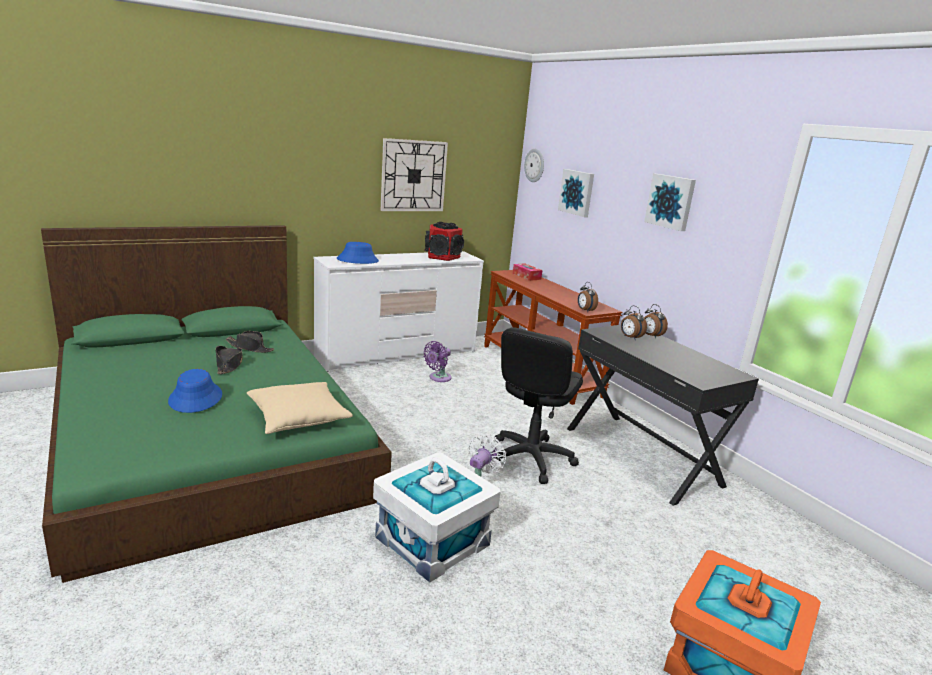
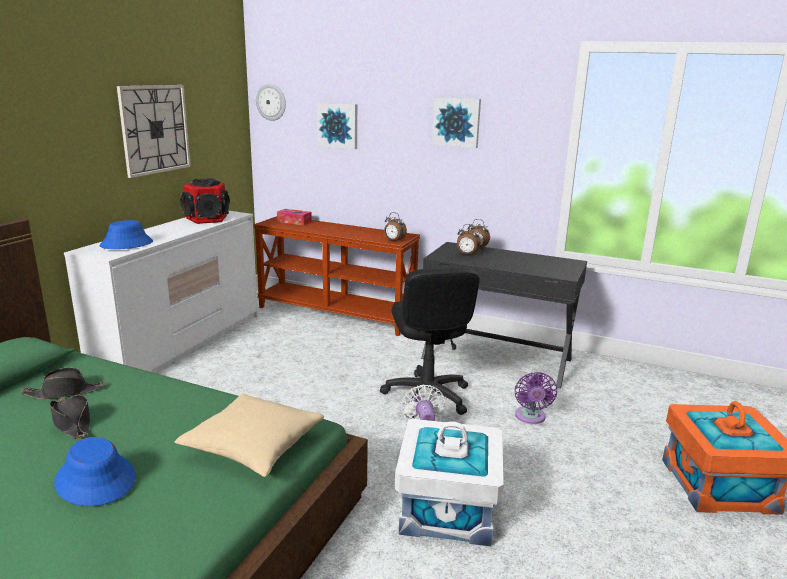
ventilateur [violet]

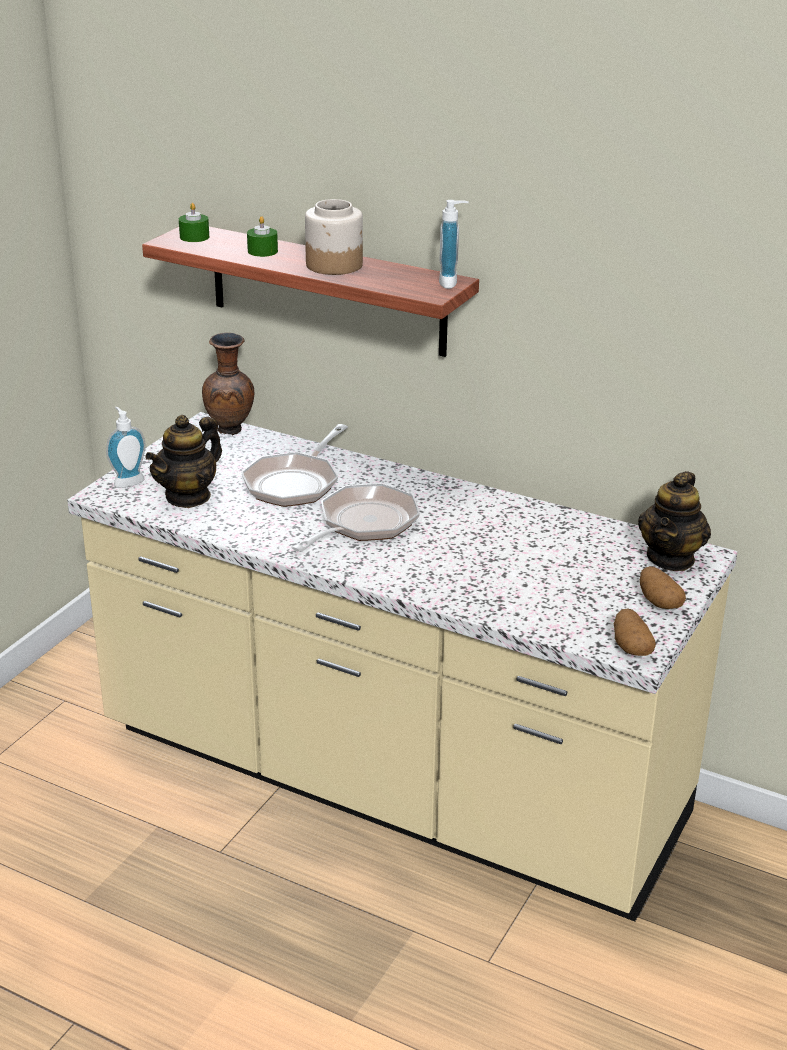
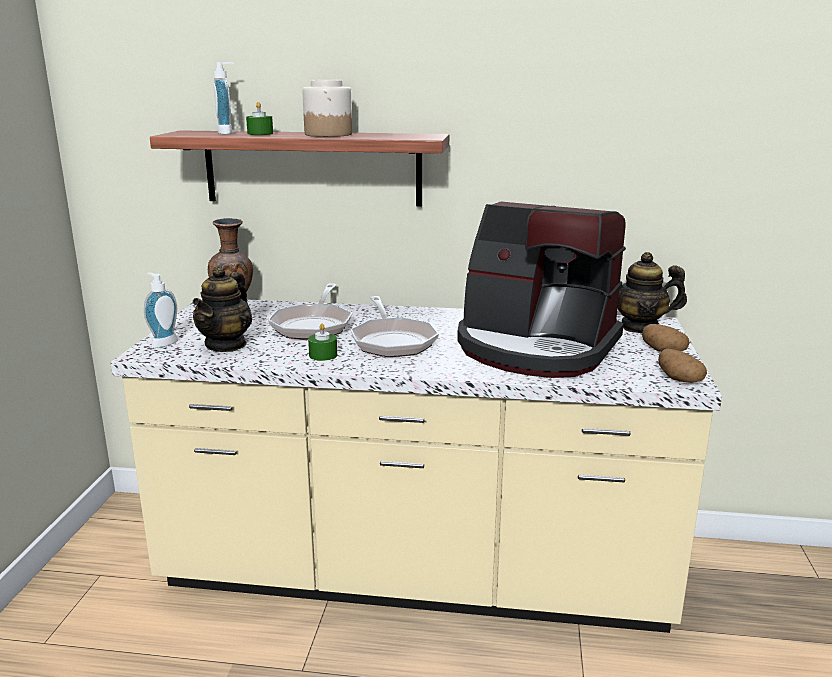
distributeur de savon (no. 2 from left); bougie [vert] (no. 2 from left); théière (no. 2 from left); poêle (no. 2 from left); machine à café

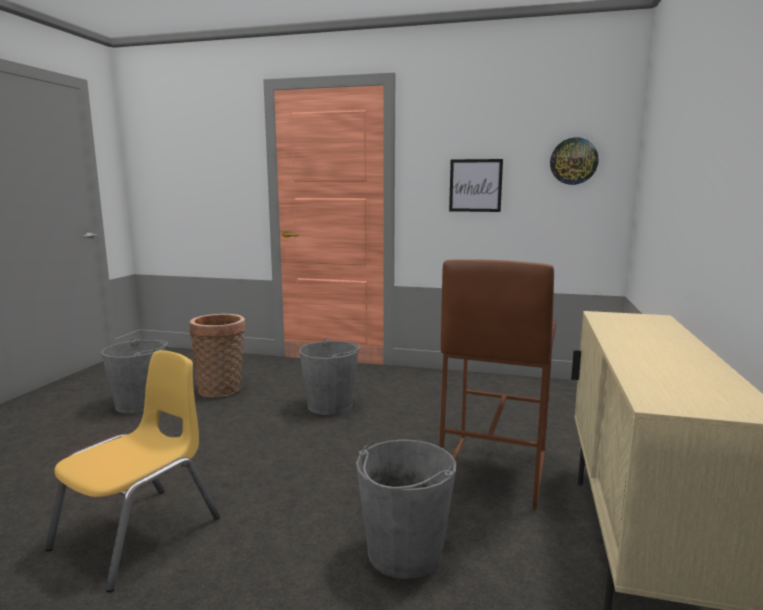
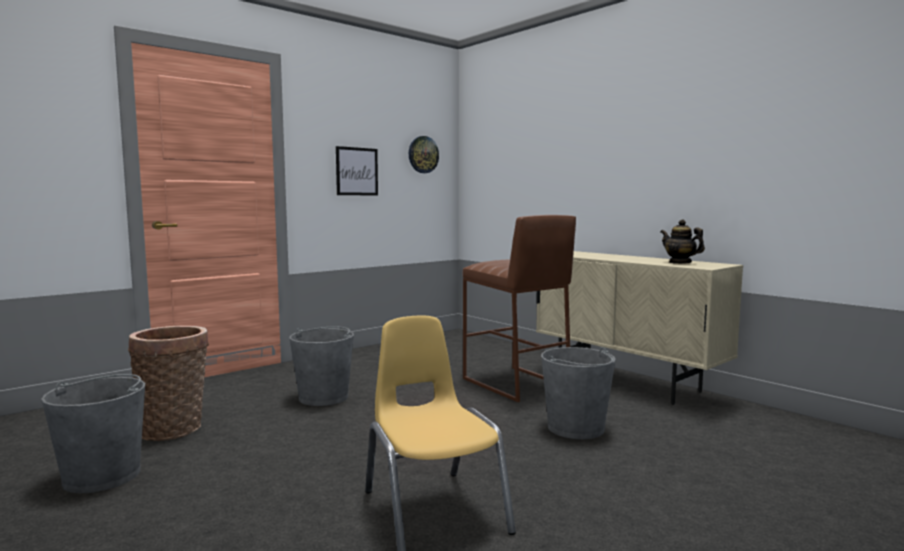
théière

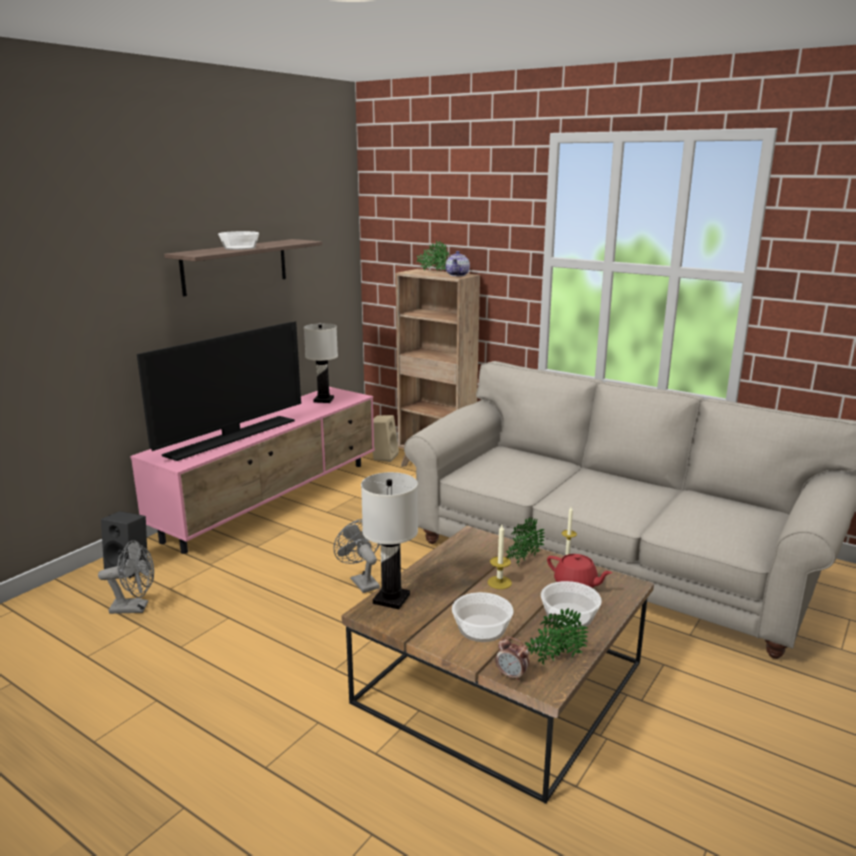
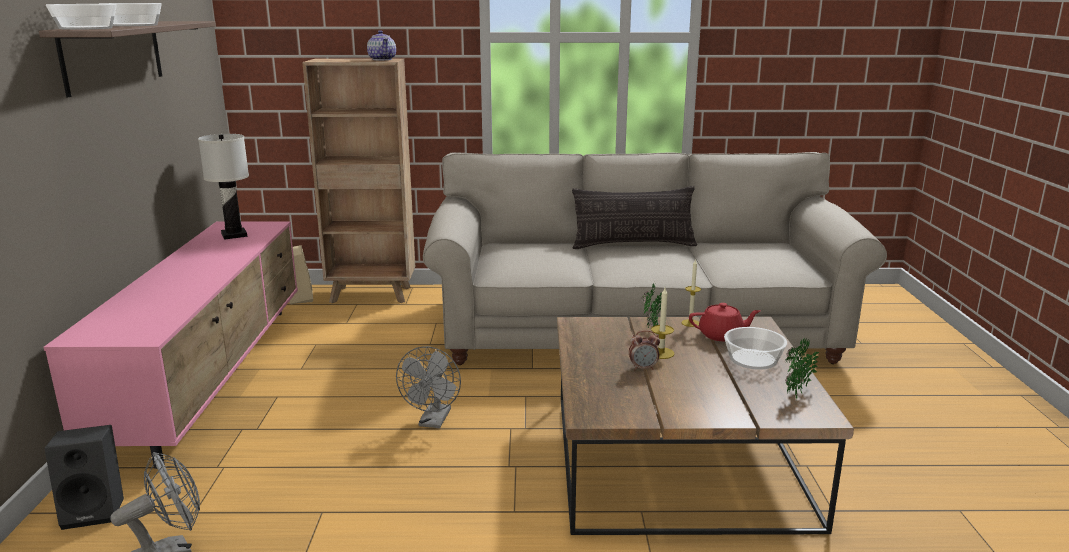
plante en pot (no. 1 from left in the first image); téléviseur; lampe de table [blanc] (no. 2 from left in the first image); ventilateur [gris] (no. 2 from left); bol (no. 1 from left); réveil; coussin

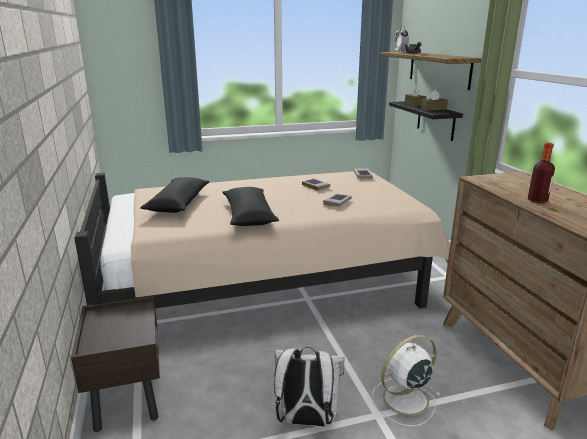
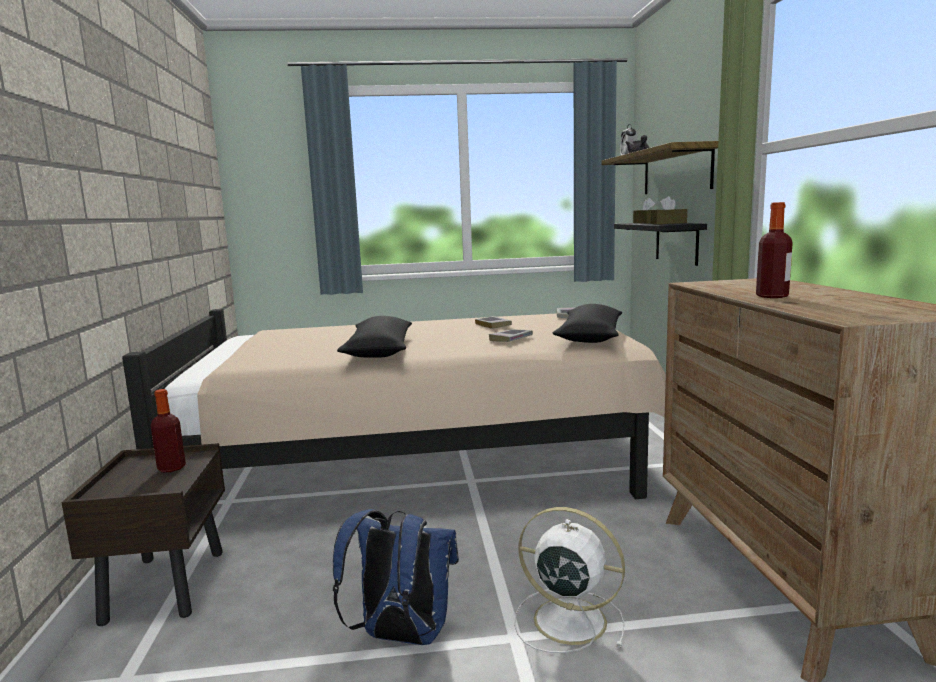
coussin [noir] (no. 2 from left); ventilateur [blanc]; sac à dos [bleu]; bouteille (no. 1 from left)

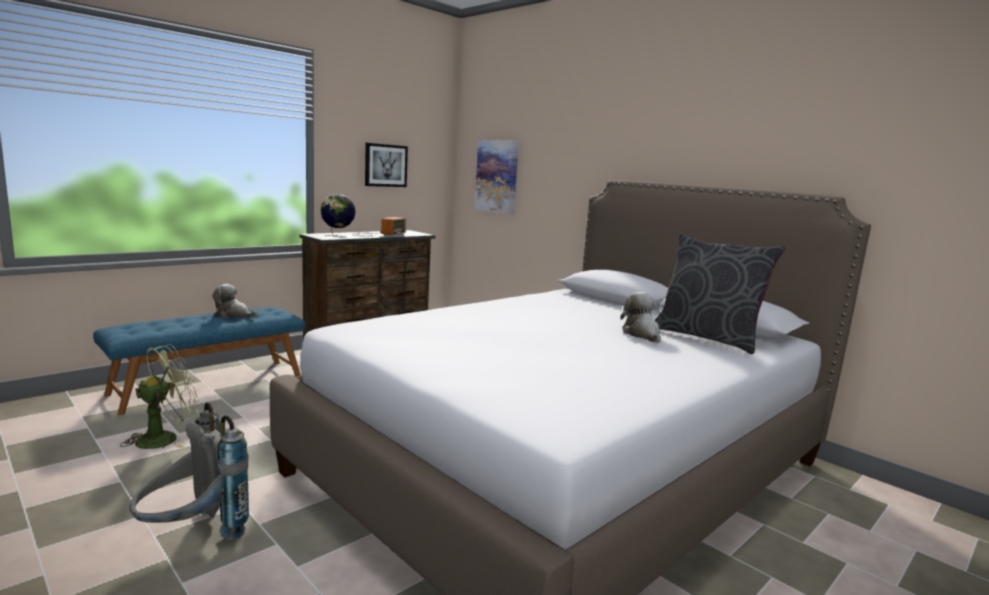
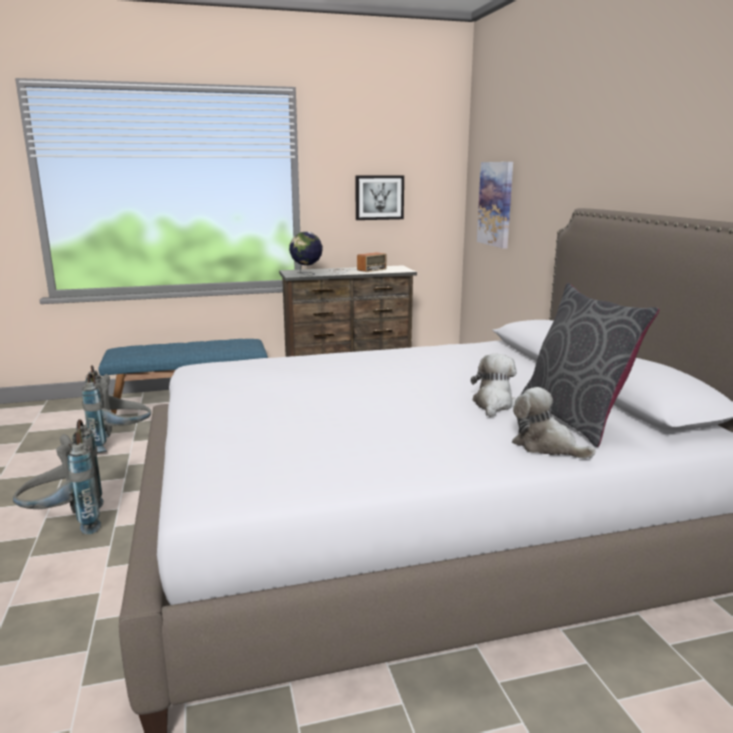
peluche (no. 2 from left); sac à dos [gris] (no. 2 from left)

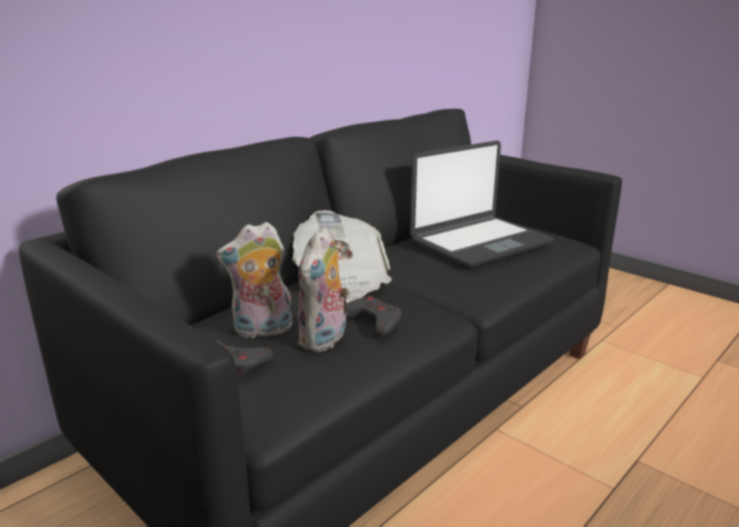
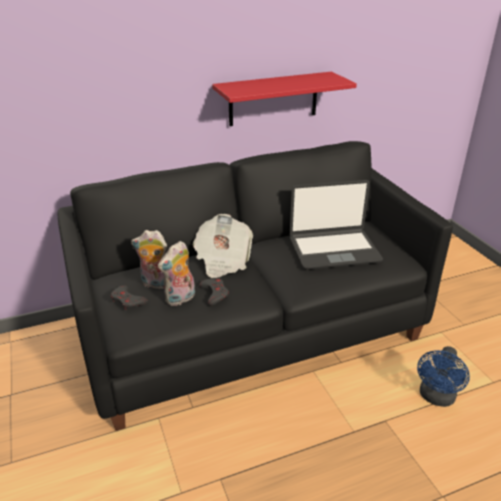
étagère [rouge]; ventilateur [bleu]

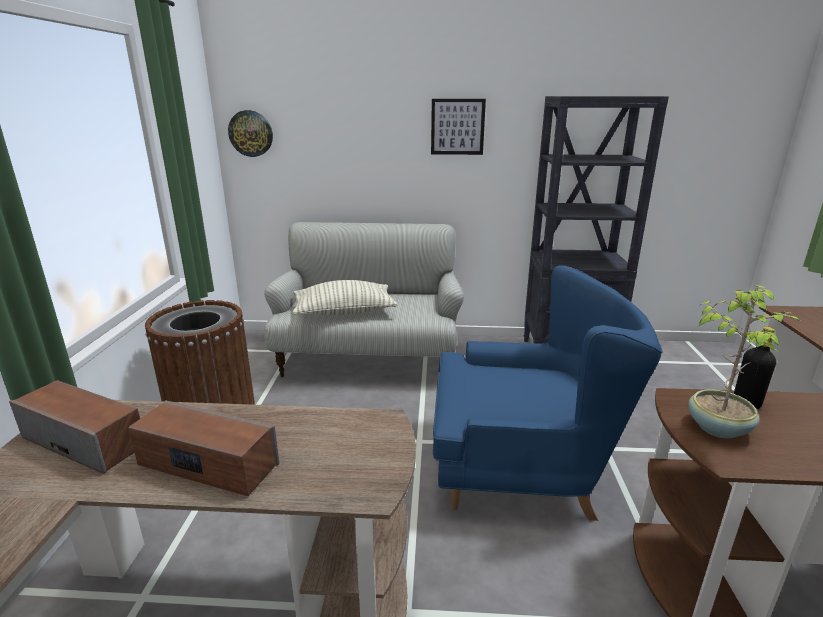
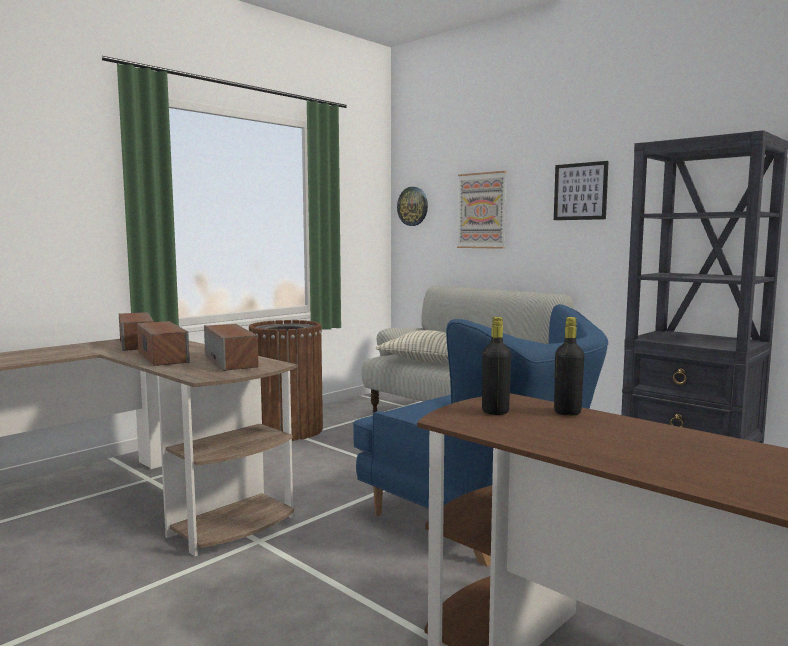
bouteille [noir] (no. 1 from left); tableau (no. 1 from left); enceinte (no. 3 from left)

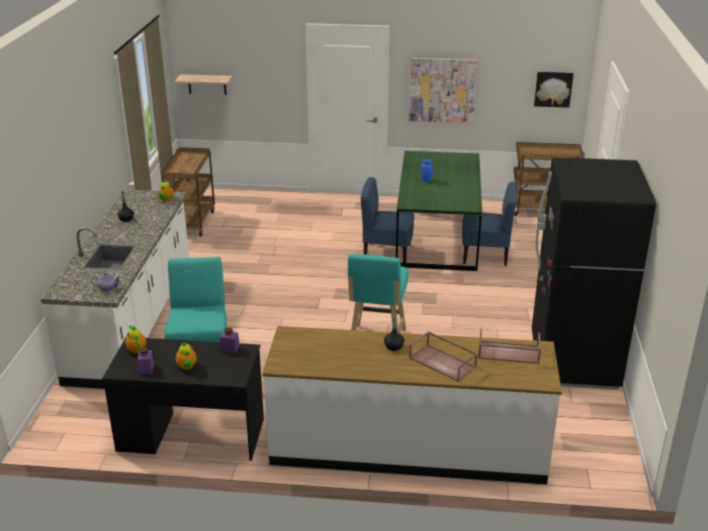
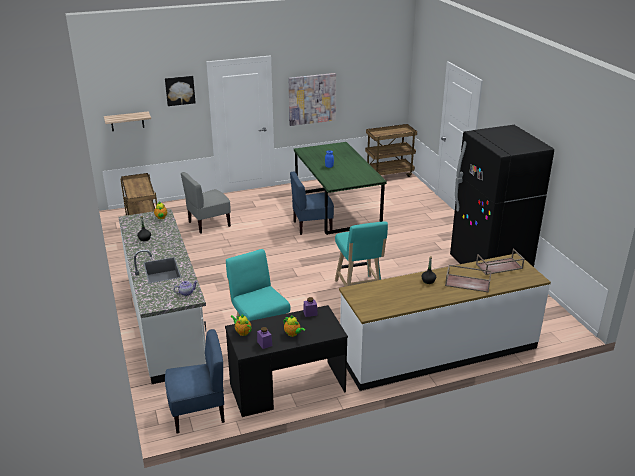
tableau (no. 1 from left); chaise [bleu] (no. 1 from left); chaise [gris]

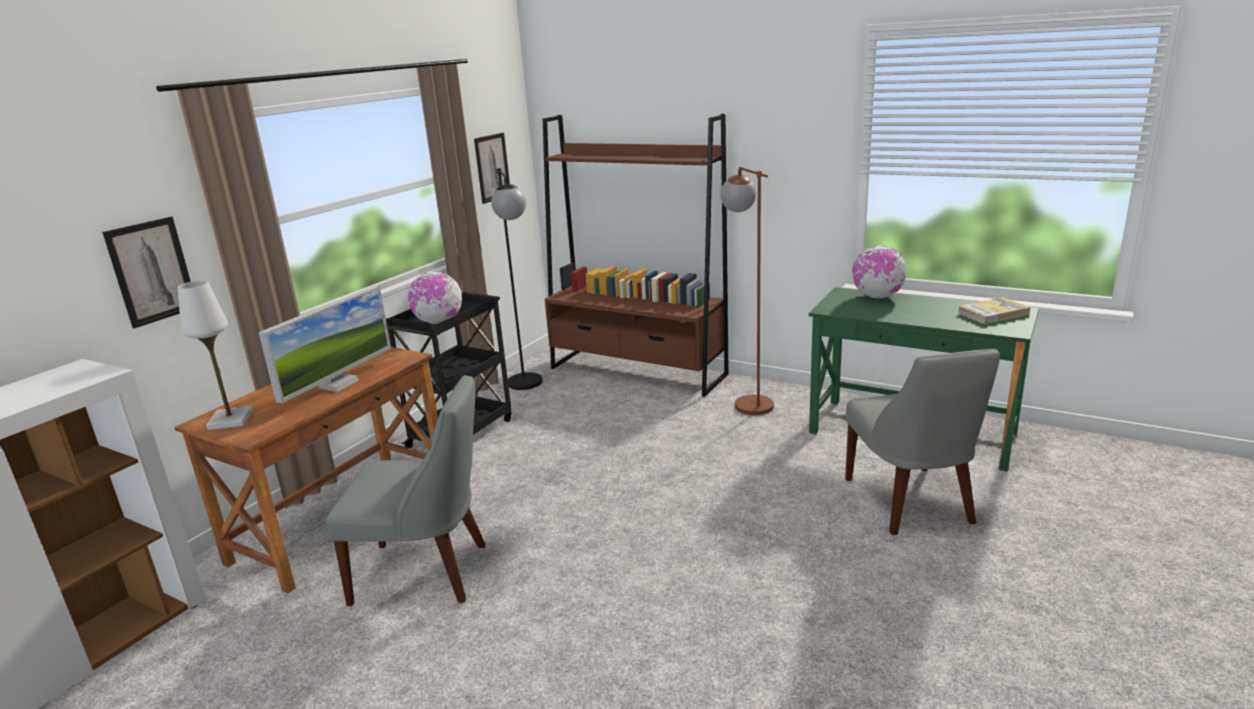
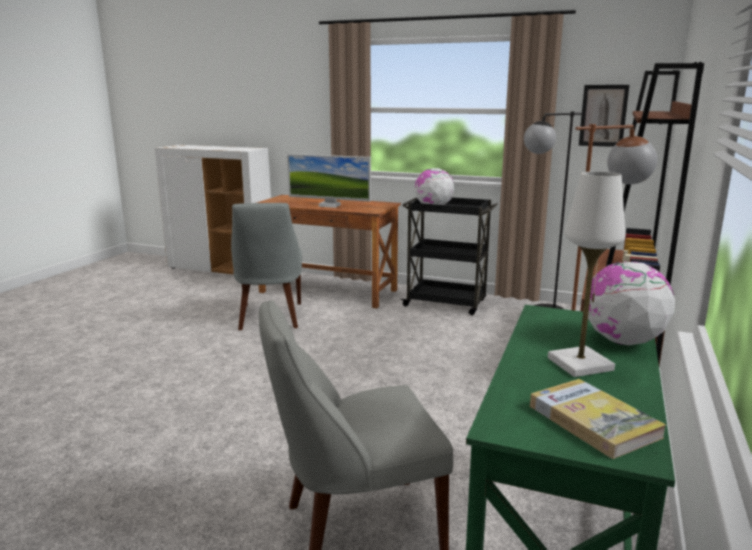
tableau (no. 1 from left in the first image); lampe de table [blanc]

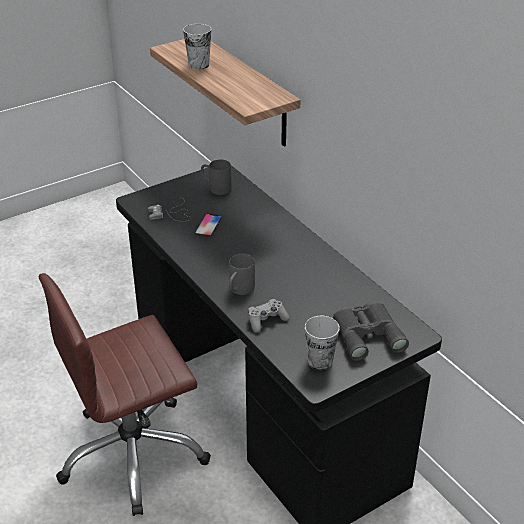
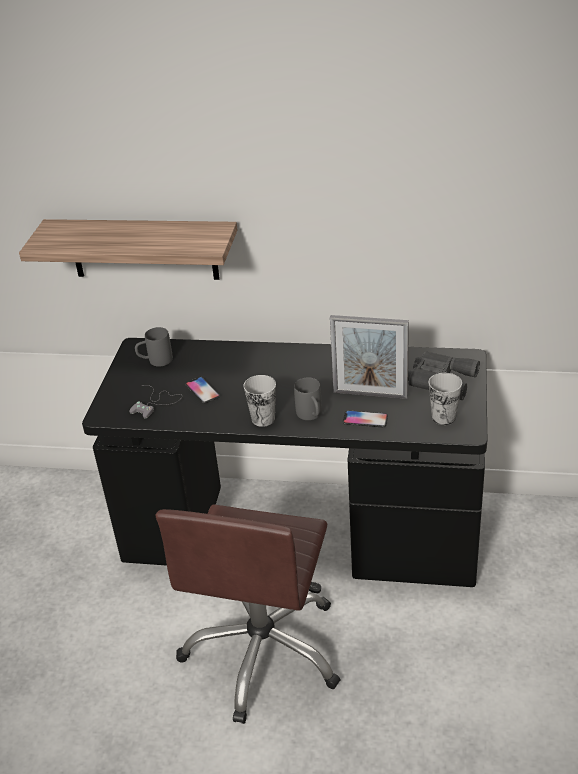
tasse (no. 1 from left); téléphone (no. 2 from left); cadre photo

